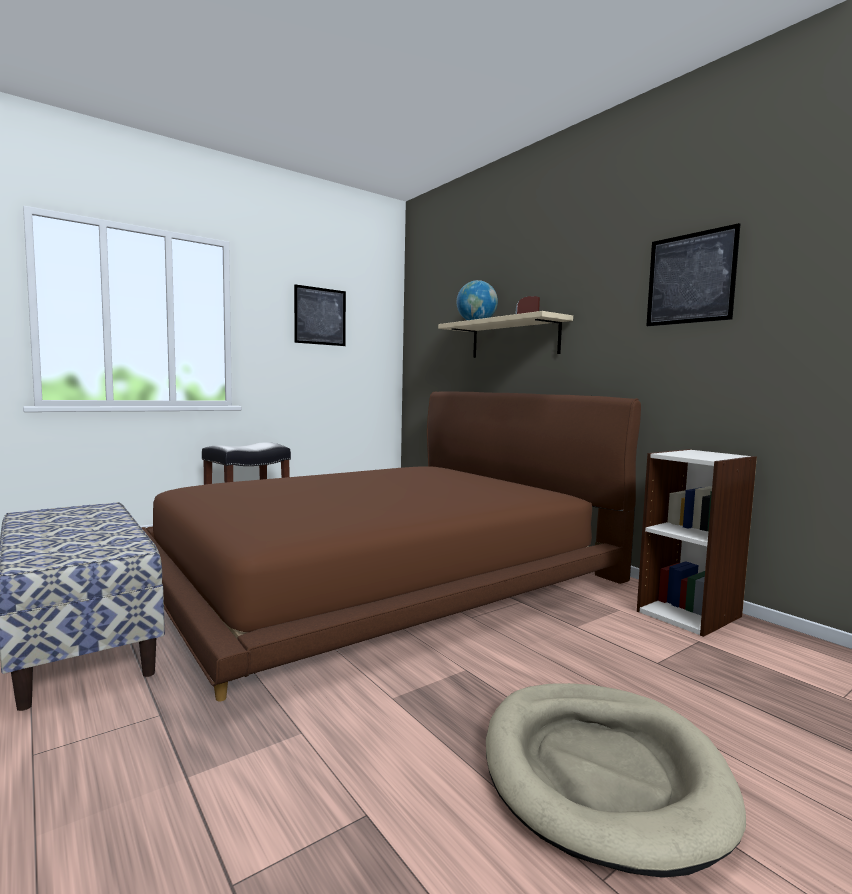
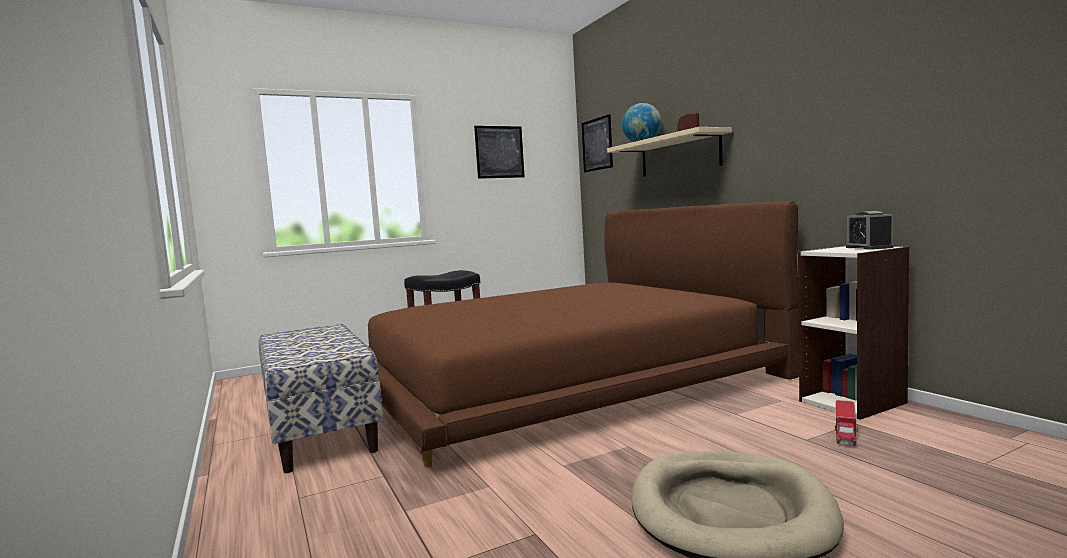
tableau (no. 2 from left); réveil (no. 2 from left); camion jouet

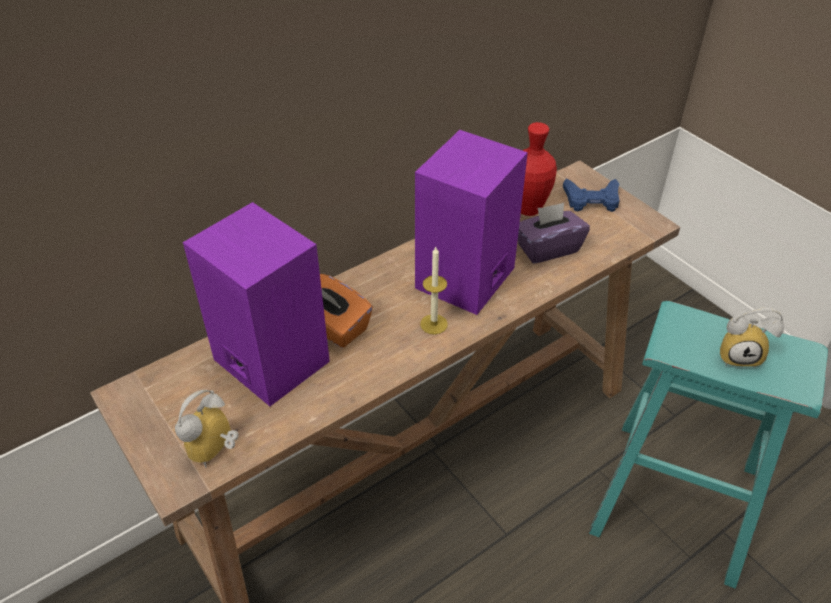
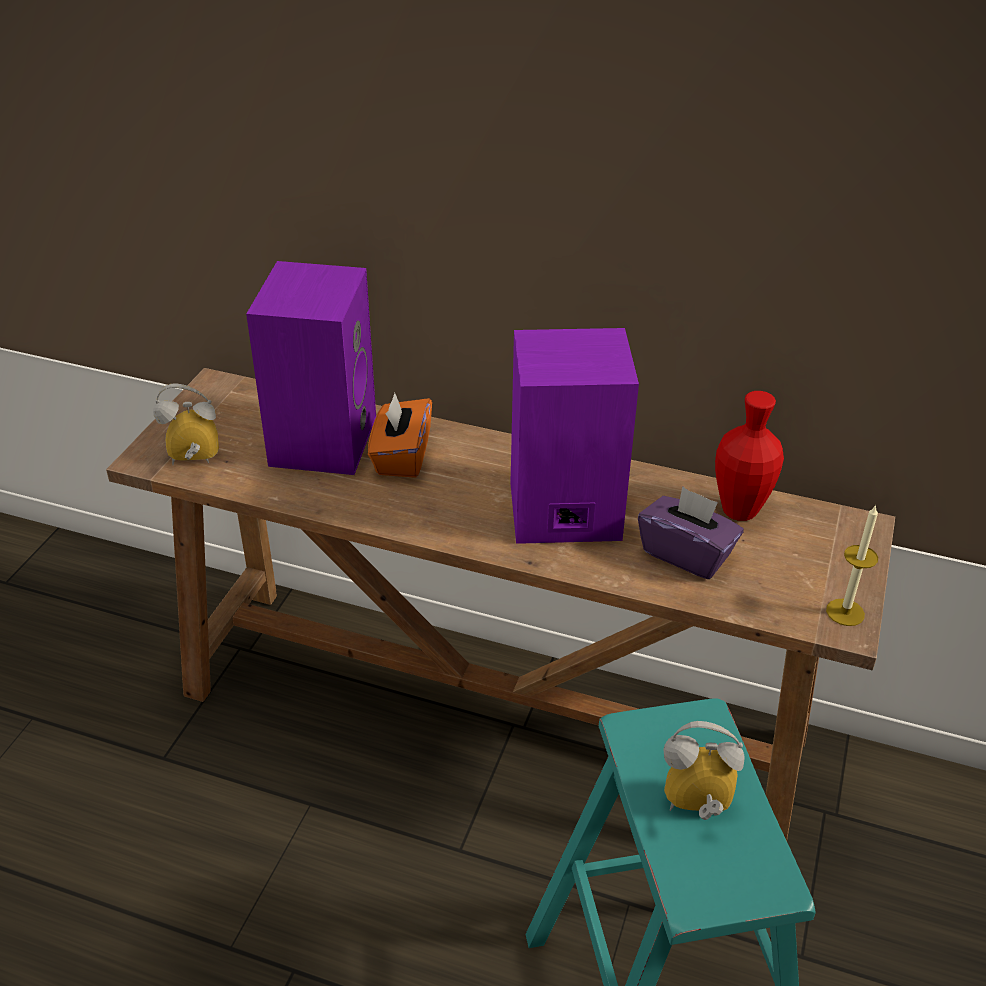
manette [bleu]; bougie; réveil (no. 2 from left)

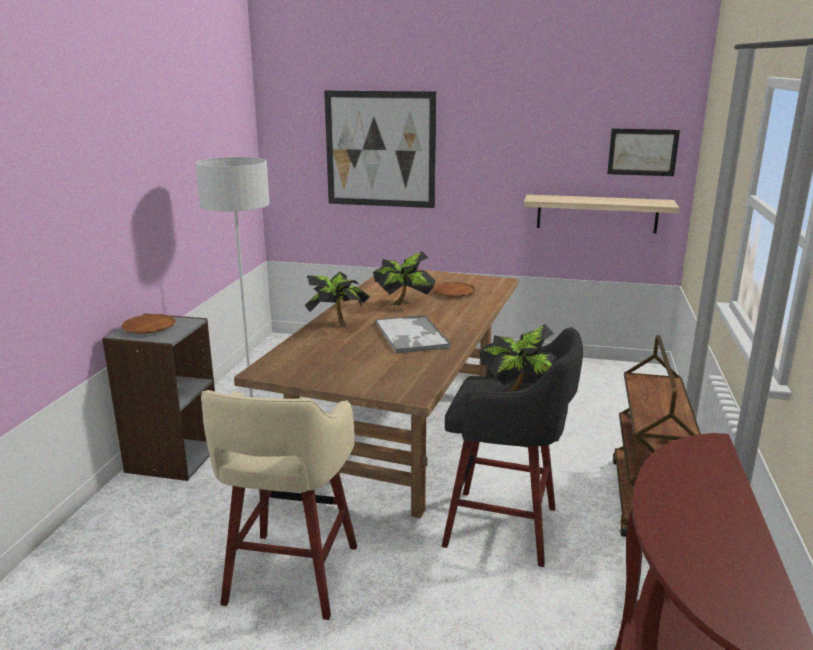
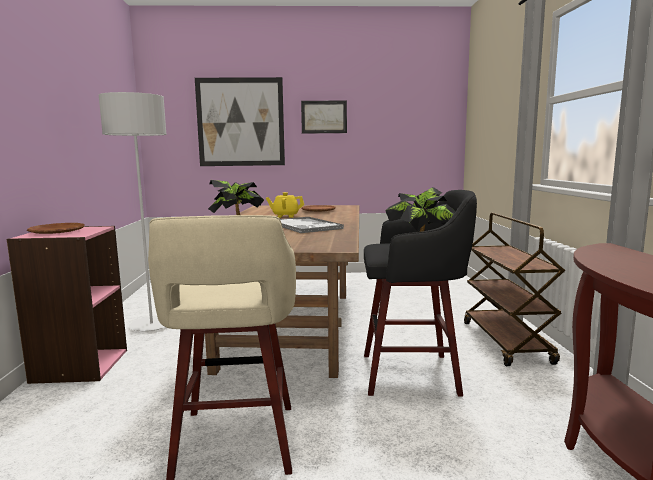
tableau (no. 2 from left); étagère; théière [jaune]; bibliothèque [rose]

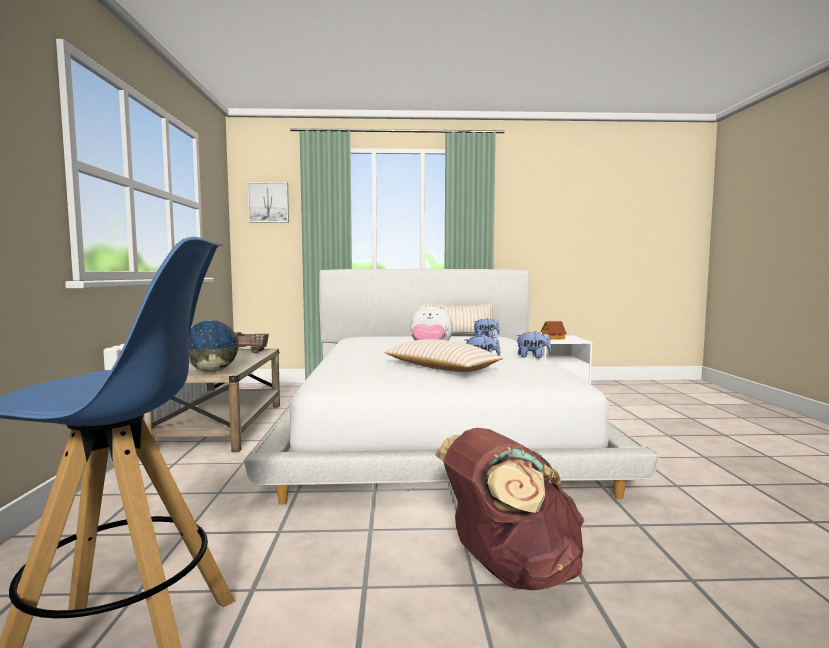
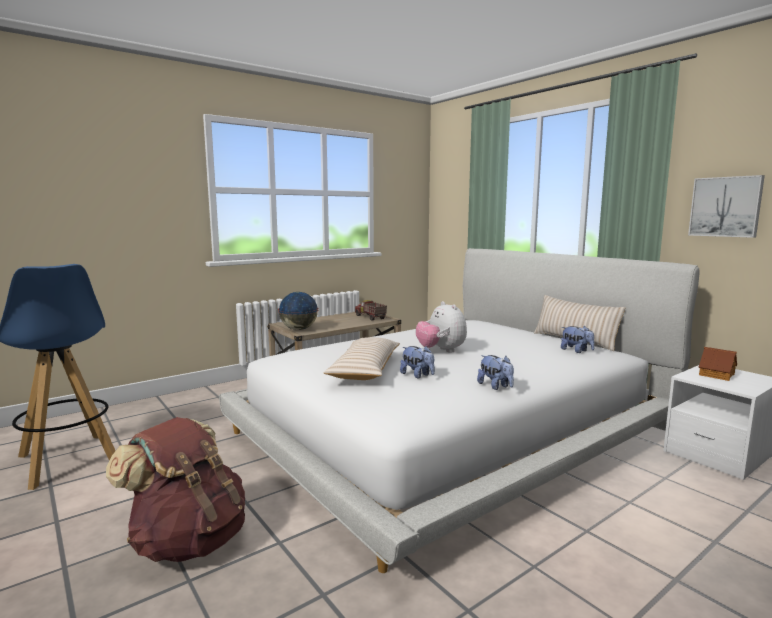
tableau

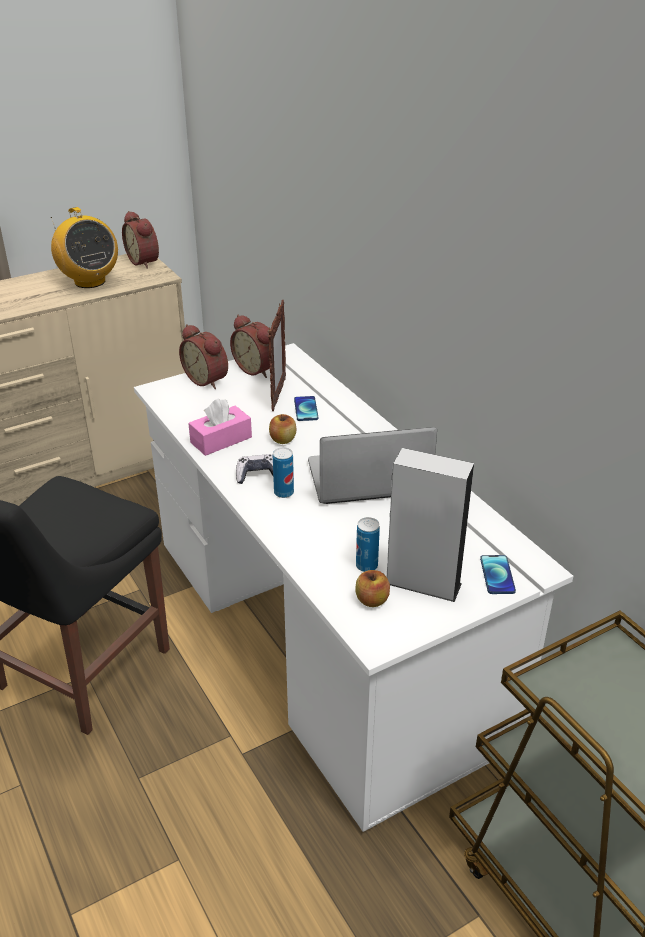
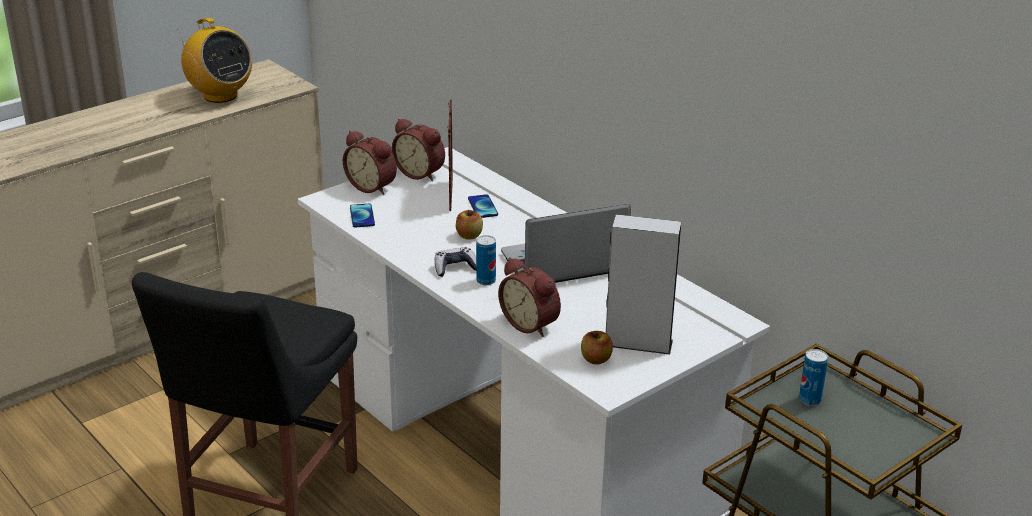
réveil (no. 3 from left); boîte à mouchoirs [rose]; boîte métallique (no. 2 from left); téléphone (no. 1 from left)

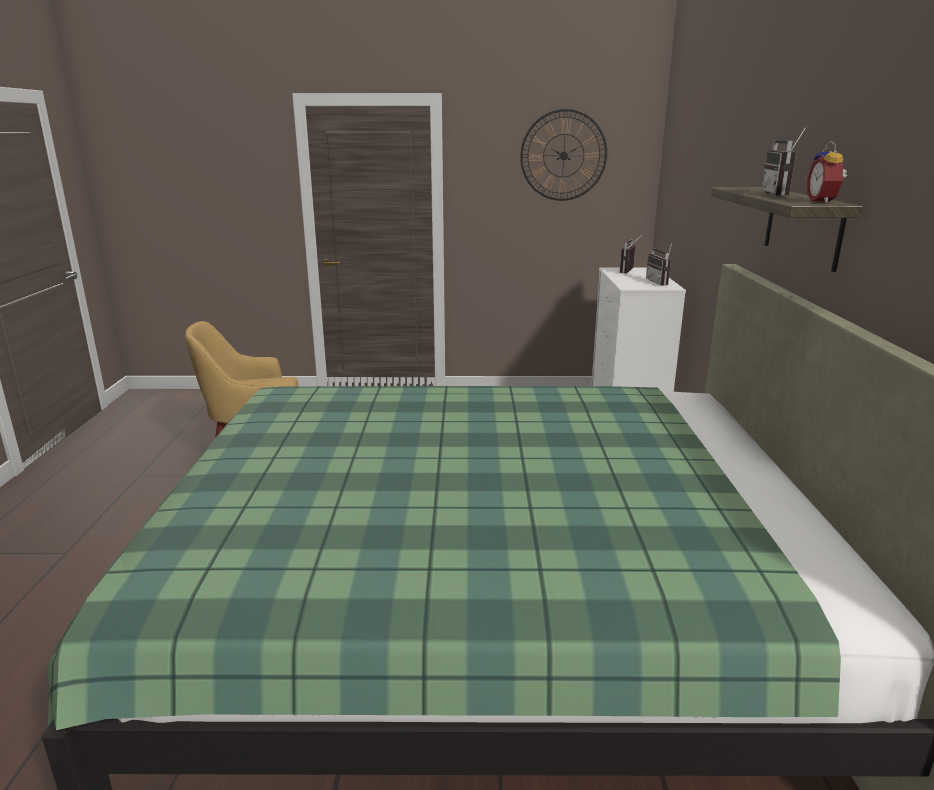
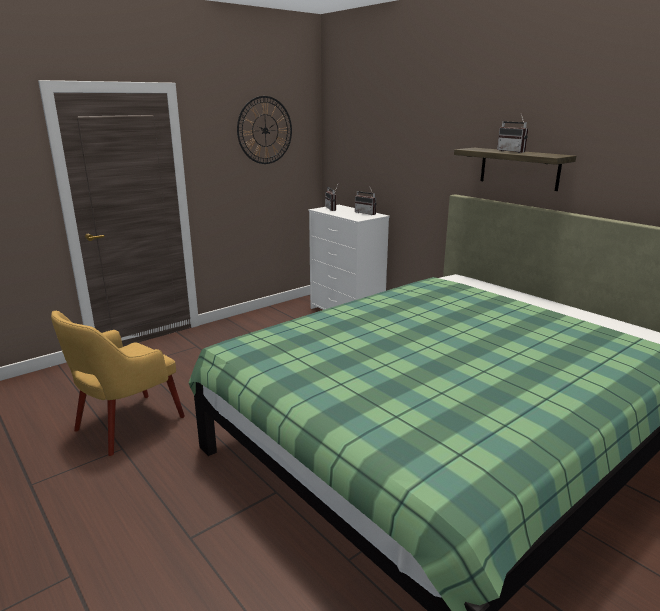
réveil

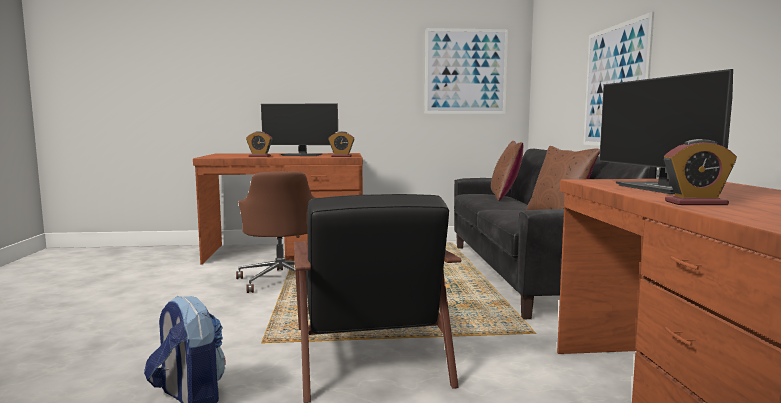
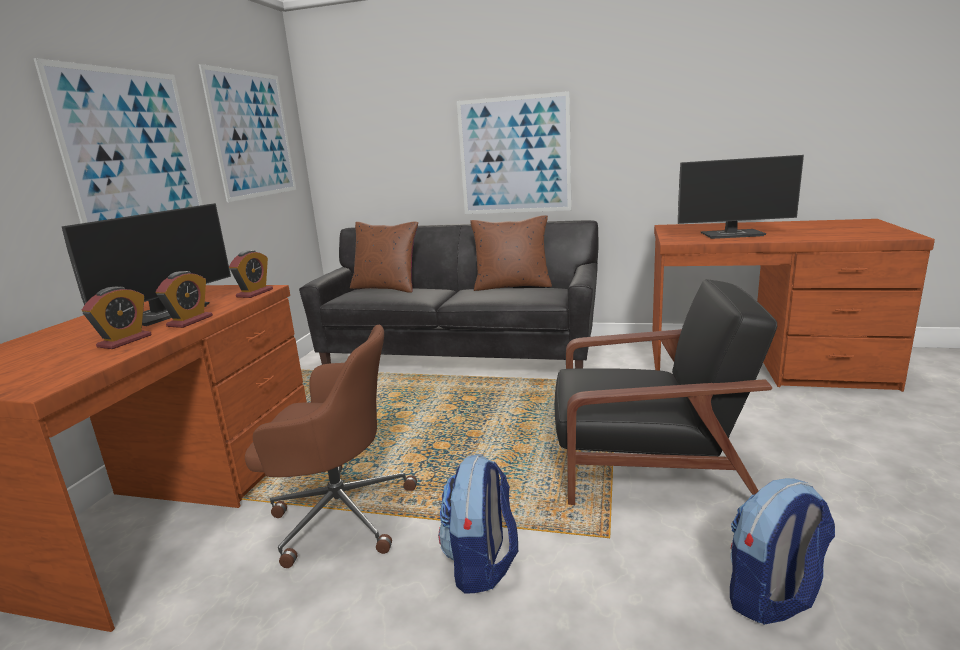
réveil (no. 2 from left); tableau (no. 1 from left); sac à dos (no. 1 from left)

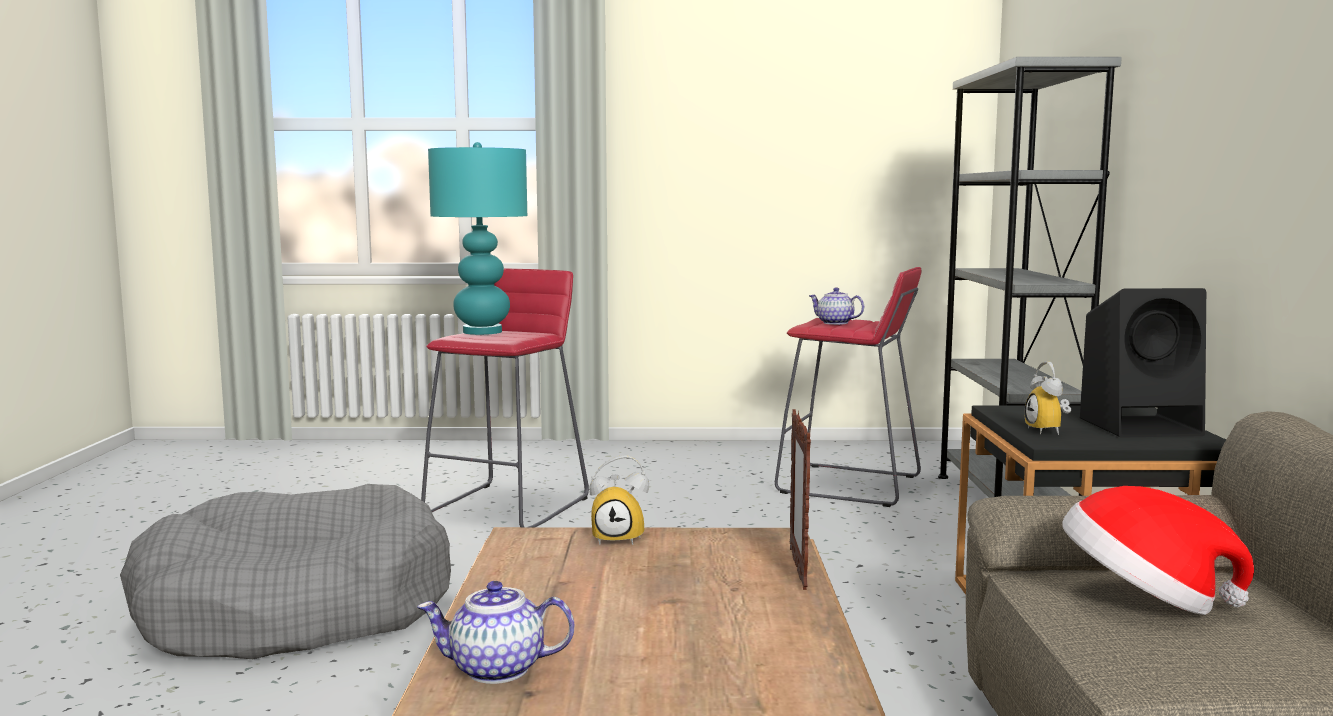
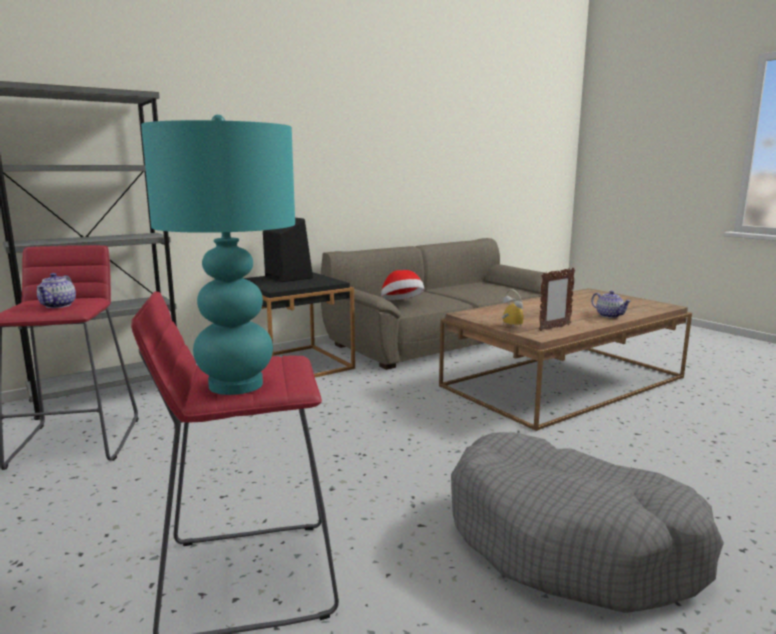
réveil (no. 2 from left in the first image); cadre photo

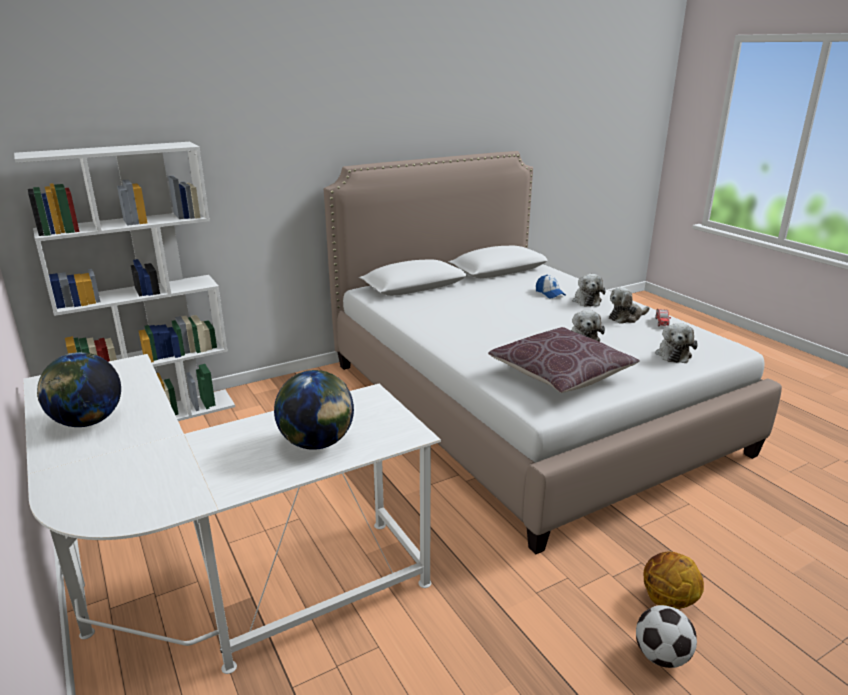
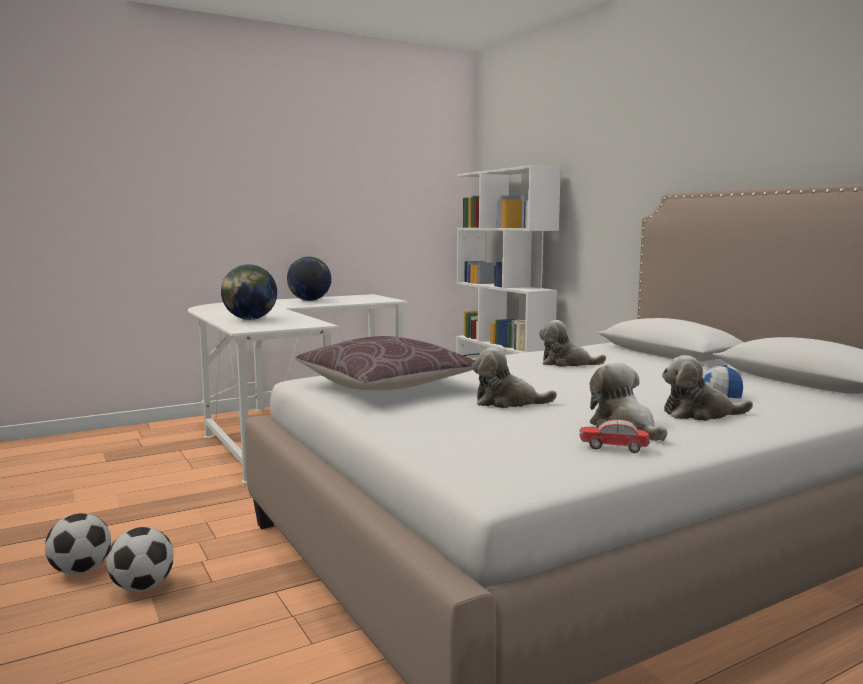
peluche (no. 2 from left); ballon de foot (no. 2 from left)

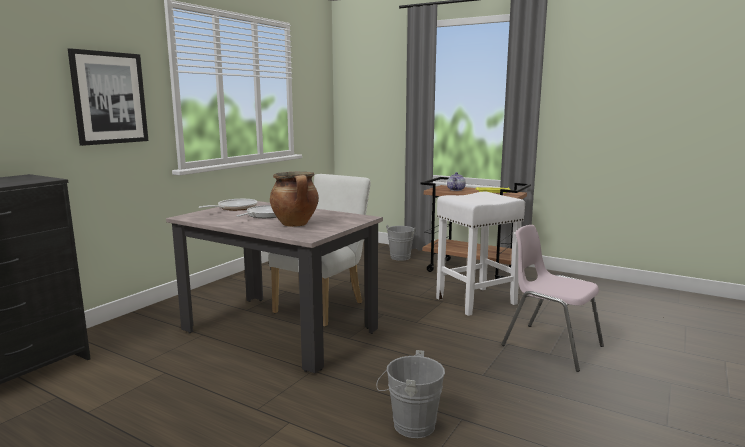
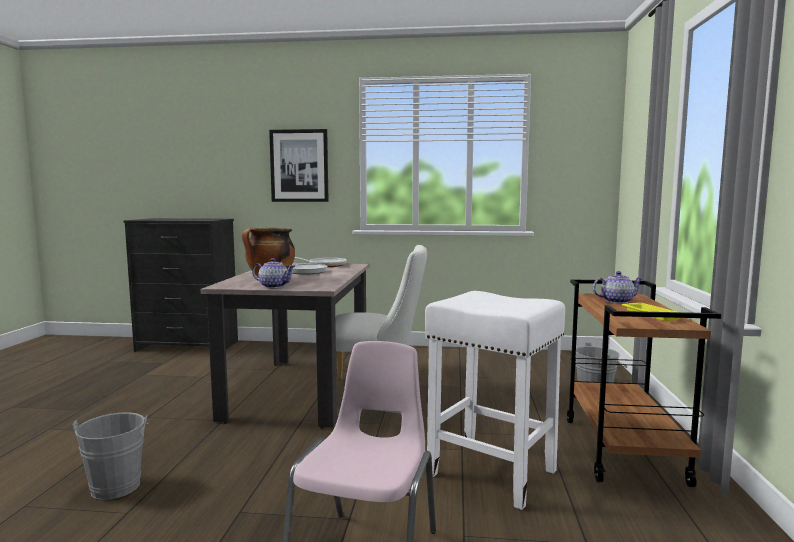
théière (no. 1 from left)

